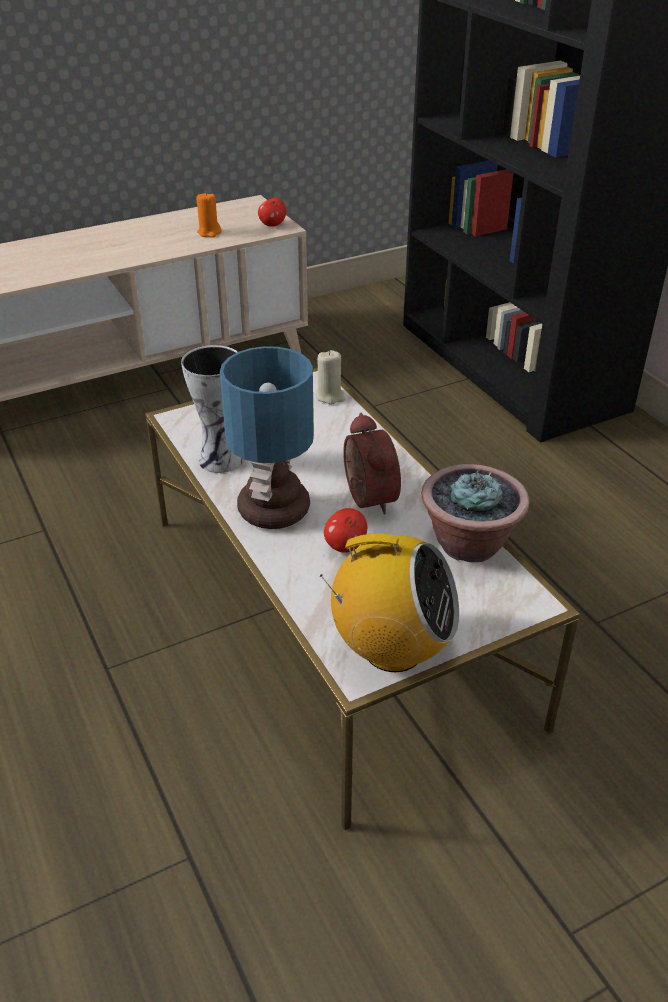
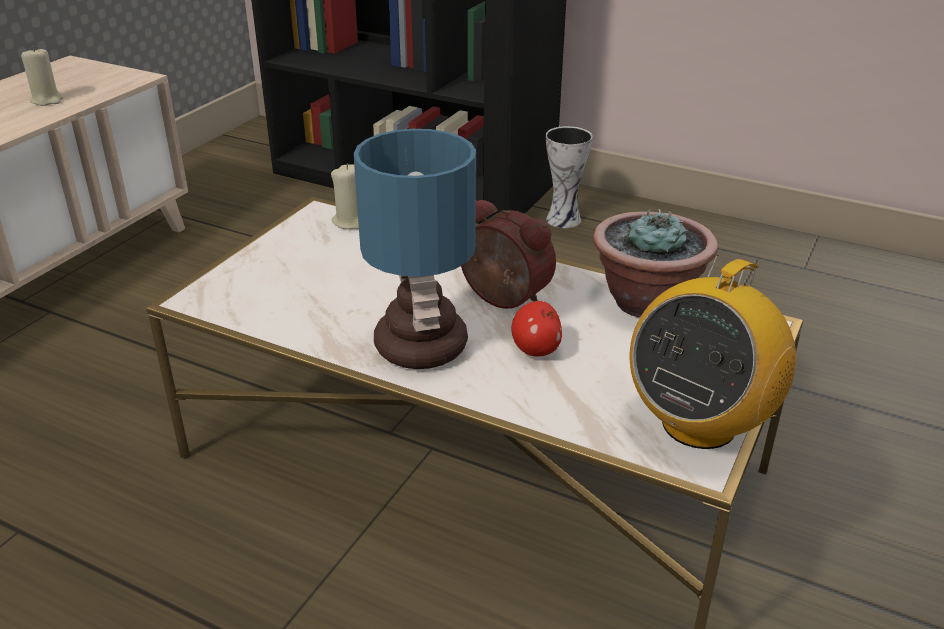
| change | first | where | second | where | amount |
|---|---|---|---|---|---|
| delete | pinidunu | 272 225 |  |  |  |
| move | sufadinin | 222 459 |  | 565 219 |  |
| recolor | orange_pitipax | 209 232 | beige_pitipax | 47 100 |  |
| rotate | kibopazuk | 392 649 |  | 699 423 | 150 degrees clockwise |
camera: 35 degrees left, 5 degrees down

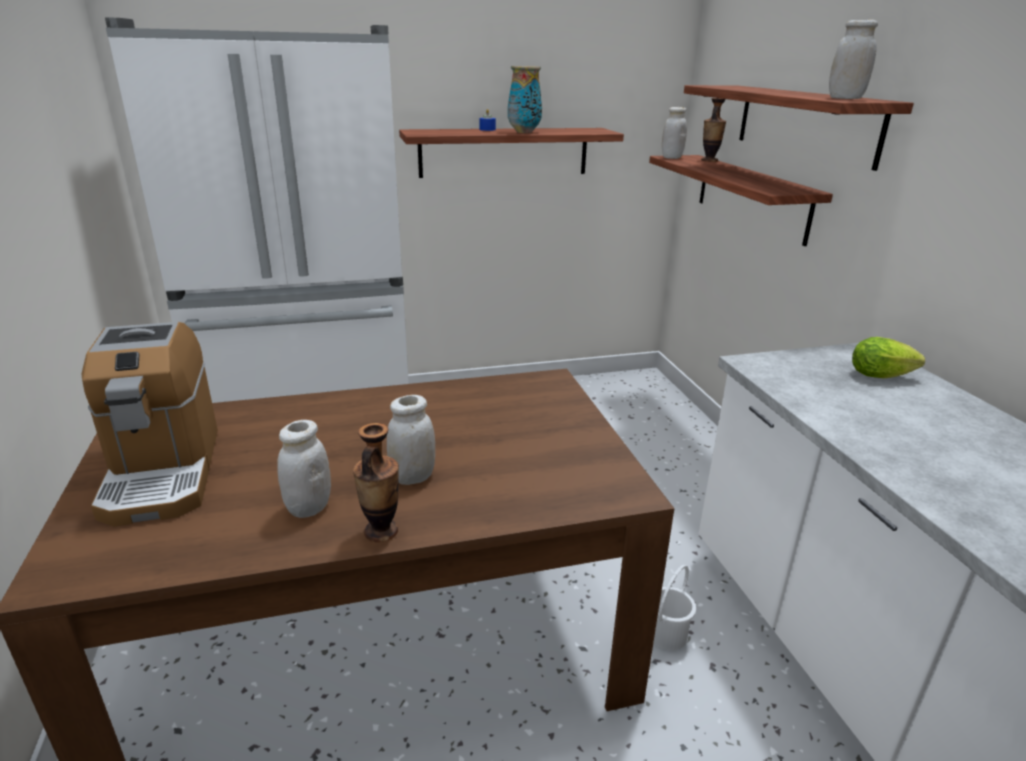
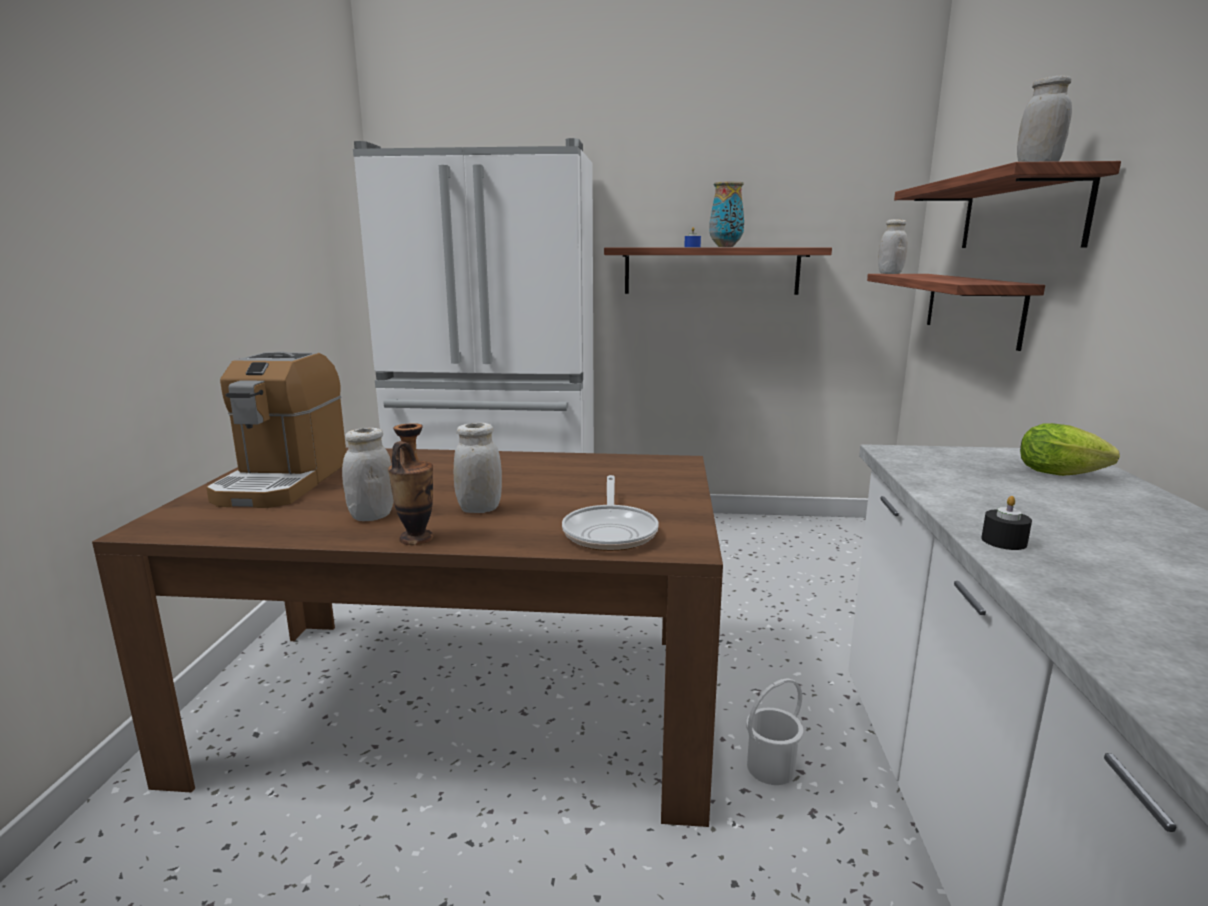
| change | first | where | second | where | amount |
|---|---|---|---|---|---|
| delete | sufadinin | 709 160 |  |  |  |
| insert |  |  | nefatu | 610 531 |  |
| insert |  |  | black_pitipax | 1004 541 |  |
camera: 20 degrees right, 10 degrees down

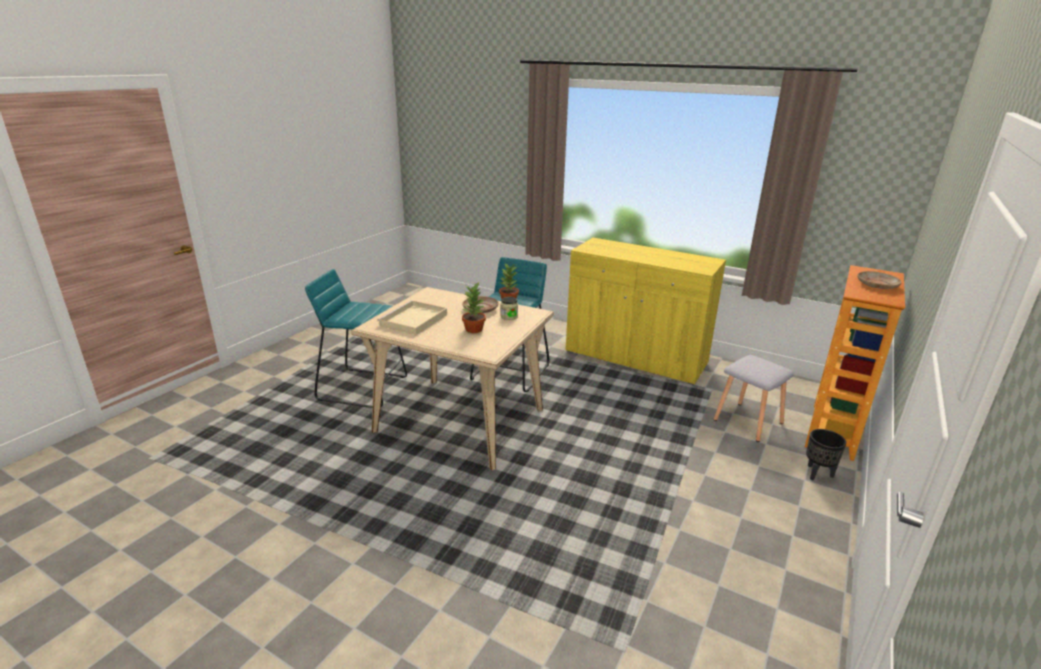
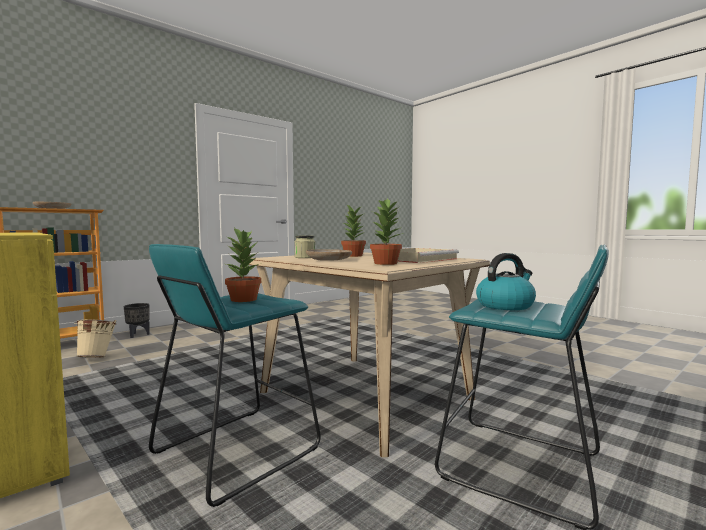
| change | first | where | second | where | amount |
|---|---|---|---|---|---|
| insert |  |  | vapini | 386 263 |  |
| insert |  |  | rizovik | 505 305 |  |
| replace | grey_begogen | 748 422 | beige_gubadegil | 97 358 |  |
camera: 160 degrees left, 20 degrees down

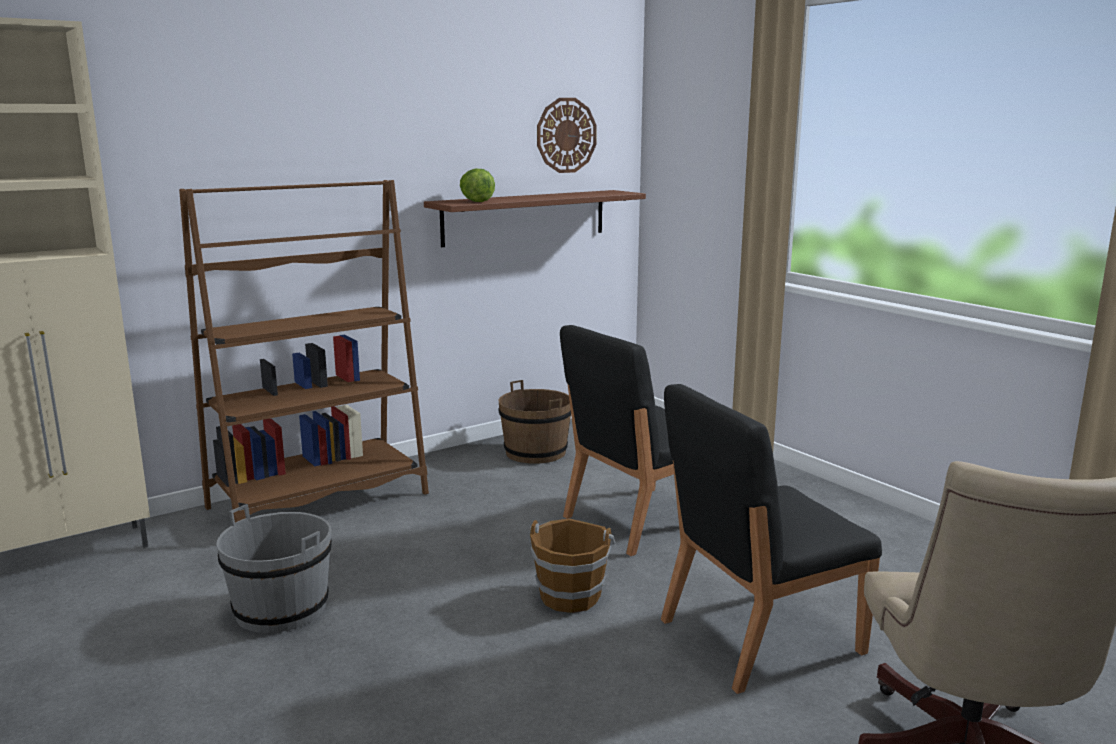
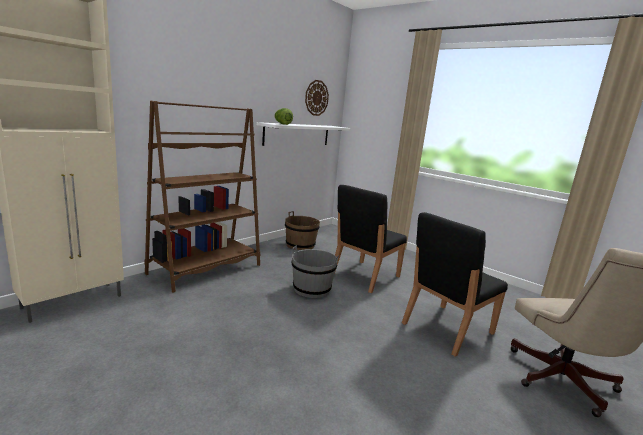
| change | first | where | second | where | amount |
|---|---|---|---|---|---|
| delete | brown_gubadegil | 570 595 |  |  |  |
| move | grey_gubadegil | 281 609 |  | 312 289 |  |
| recolor | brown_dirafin | 525 217 | white_dirafin | 297 134 |  |
camera: 15 degrees left, 0 degrees up

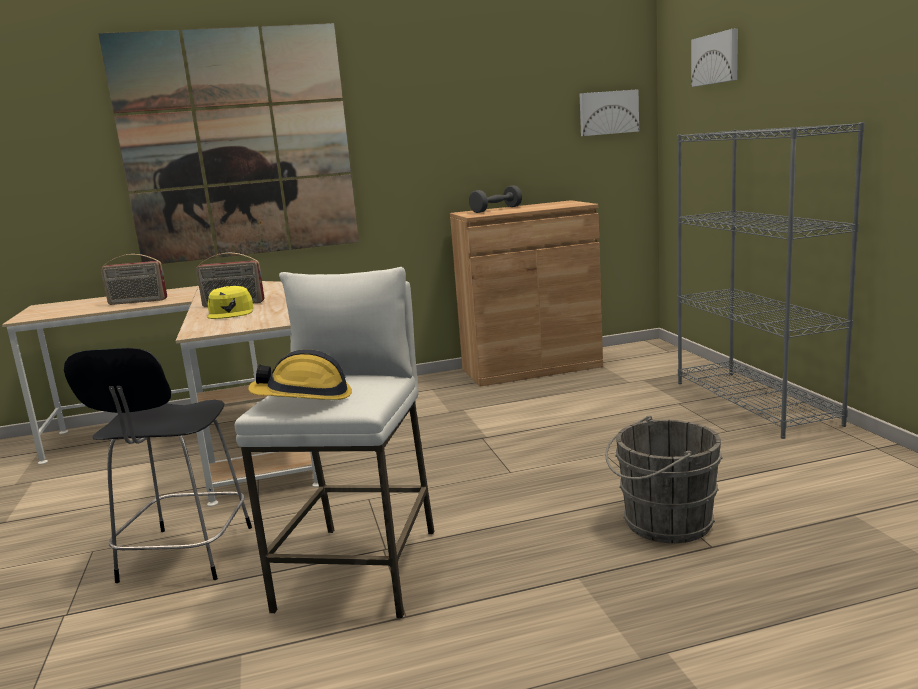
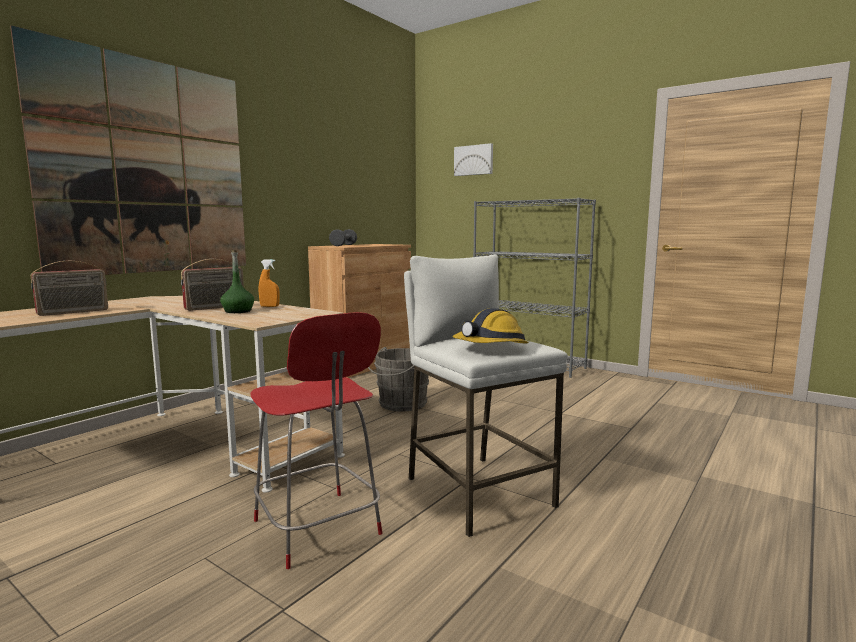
| change | first | where | second | where | amount |
|---|---|---|---|---|---|
| delete | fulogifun | 608 113 |  |  |  |
| insert |  |  | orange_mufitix | 269 306 |  |
| move | grey_gubadegil | 662 523 |  | 400 404 |  |
| replace | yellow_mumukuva | 231 312 | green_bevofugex | 238 311 |  |
| recolor | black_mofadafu | 184 556 | red_mofadafu | 318 529 |  |
camera: 40 degrees left, 5 degrees down

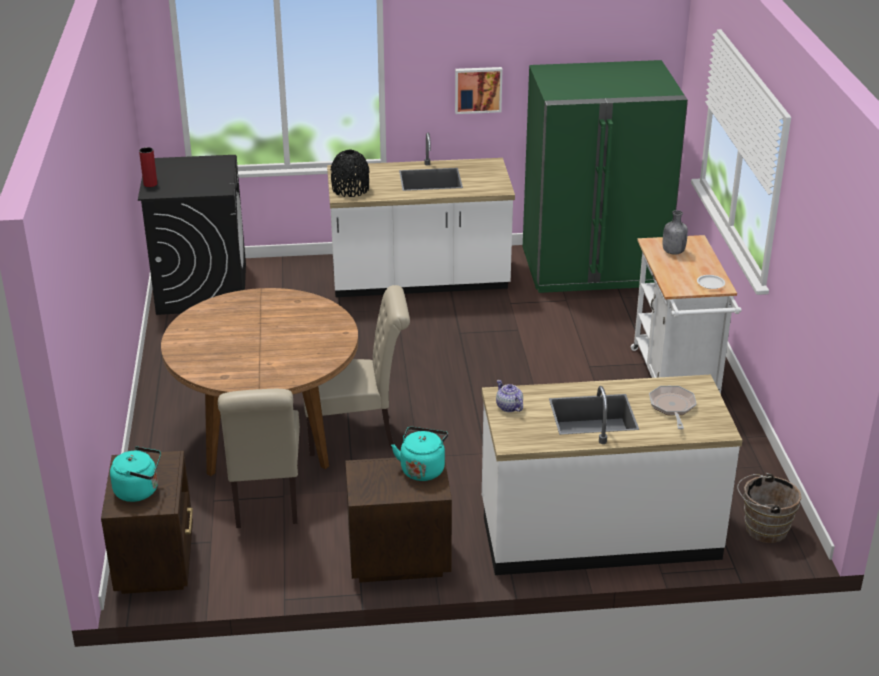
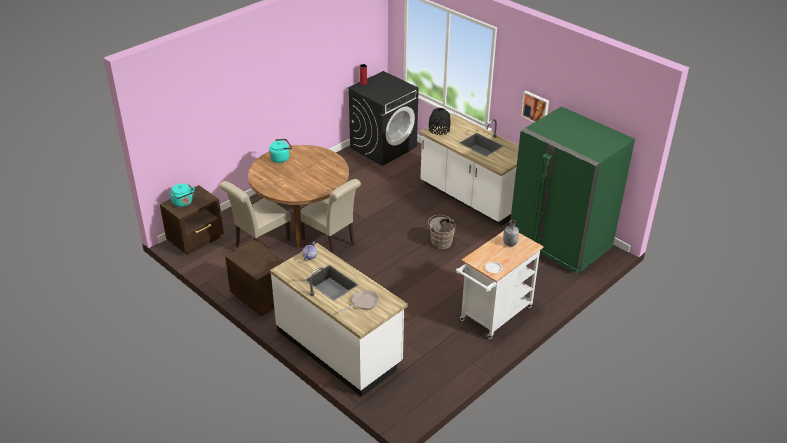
| change | first | where | second | where | amount |
|---|---|---|---|---|---|
| move | turquoise_rizovik | 422 469 |  | 281 158 |  |
| move | brown_gubadegil | 762 528 |  | 440 242 |  |
camera: 50 degrees right, 5 degrees up

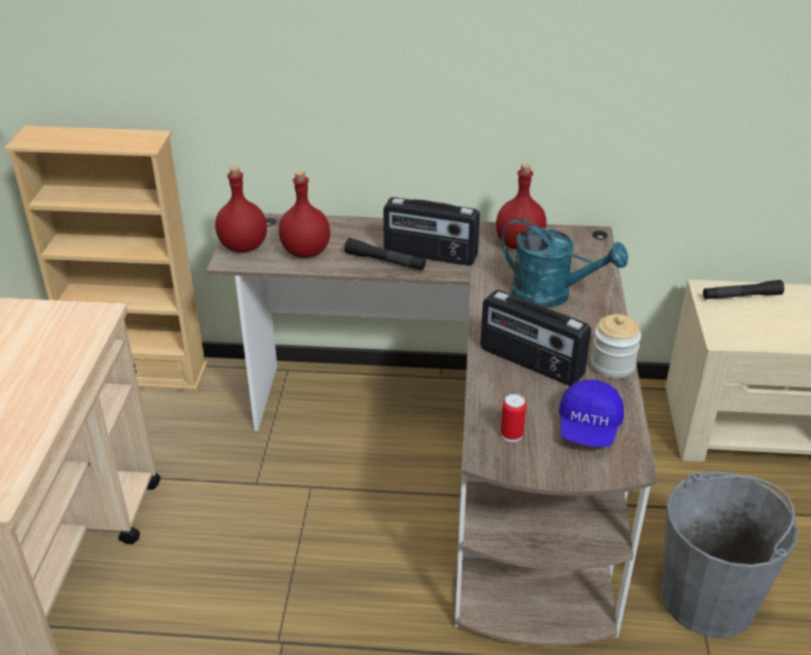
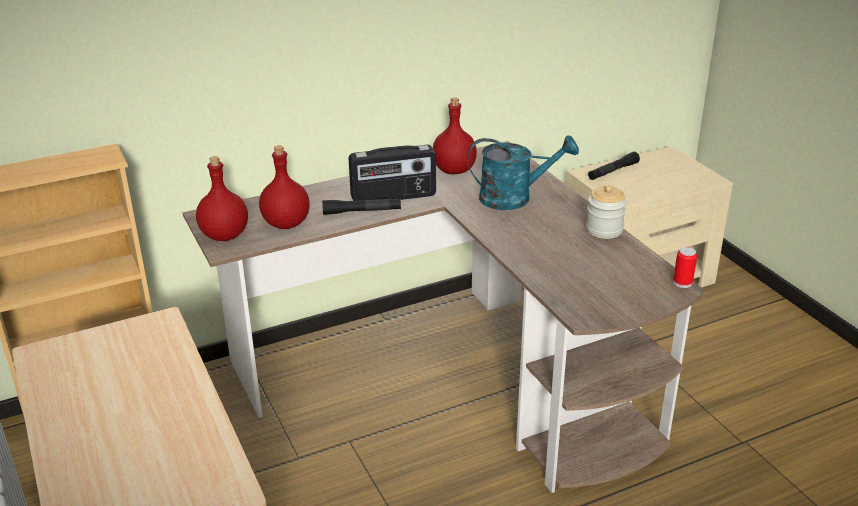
| change | first | where | second | where | amount |
|---|---|---|---|---|---|
| delete | kibopazuk | 530 363 |  |  |  |
| delete | blue_mumukuva | 588 428 |  |  |  |
| delete | grey_gubadegil | 708 598 |  |  |  |
| move | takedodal | 511 434 |  | 682 282 |  |
camera: 30 degrees left, 5 degrees down

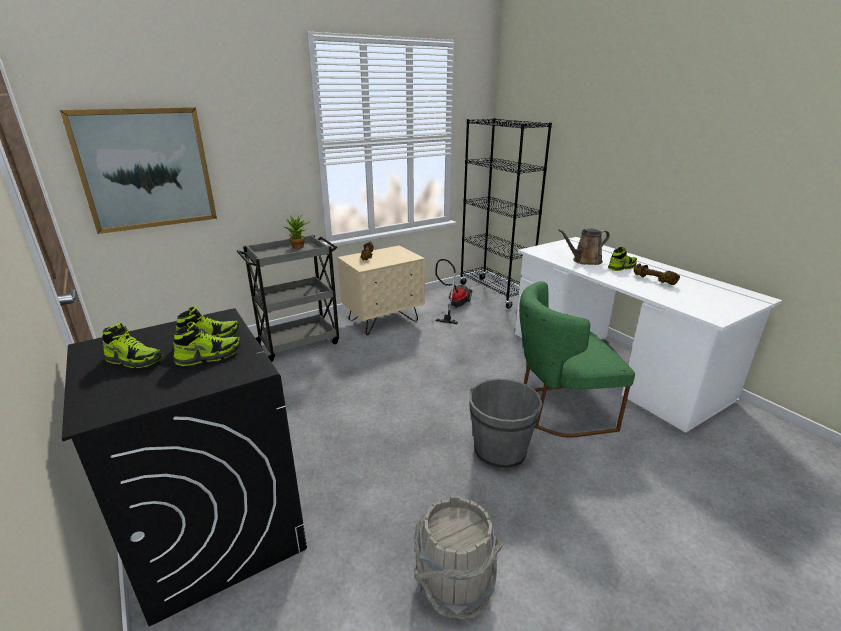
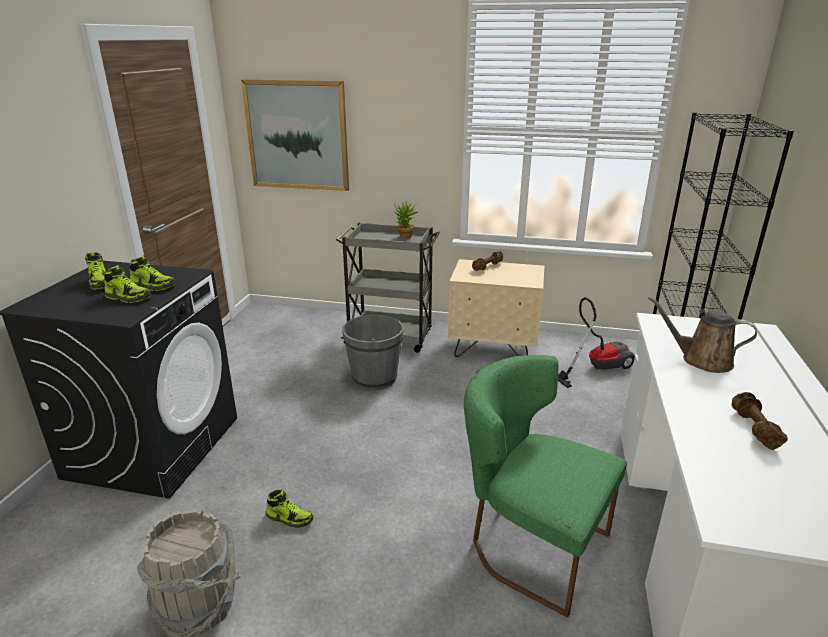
| change | first | where | second | where | amount |
|---|---|---|---|---|---|
| move | grey_gubadegil | 500 452 |  | 374 378 |  |
| move | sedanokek | 621 267 |  | 290 518 |  |
camera: 45 degrees right, 0 degrees up

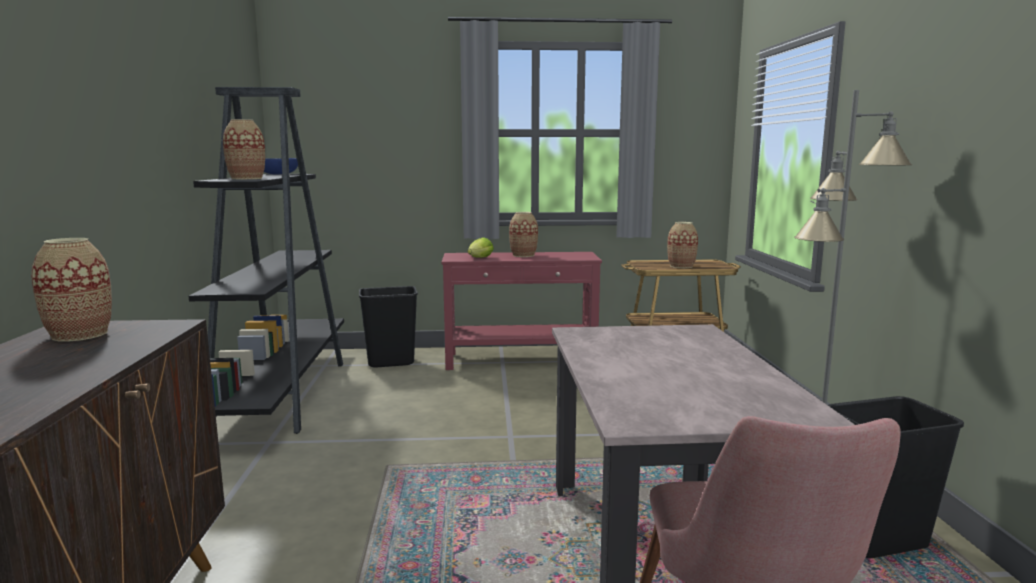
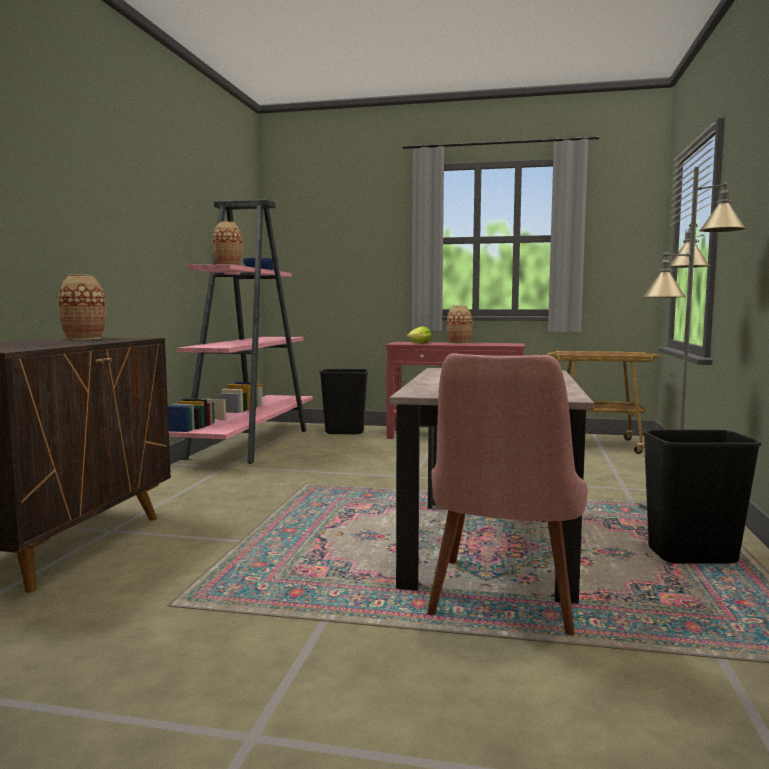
| change | first | where | second | where | amount |
|---|---|---|---|---|---|
| delete | sufadinin | 681 266 |  |  |  |
| recolor | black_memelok | 282 394 | pink_memelok | 251 443 |  |
camera: 15 degrees right, 5 degrees down

